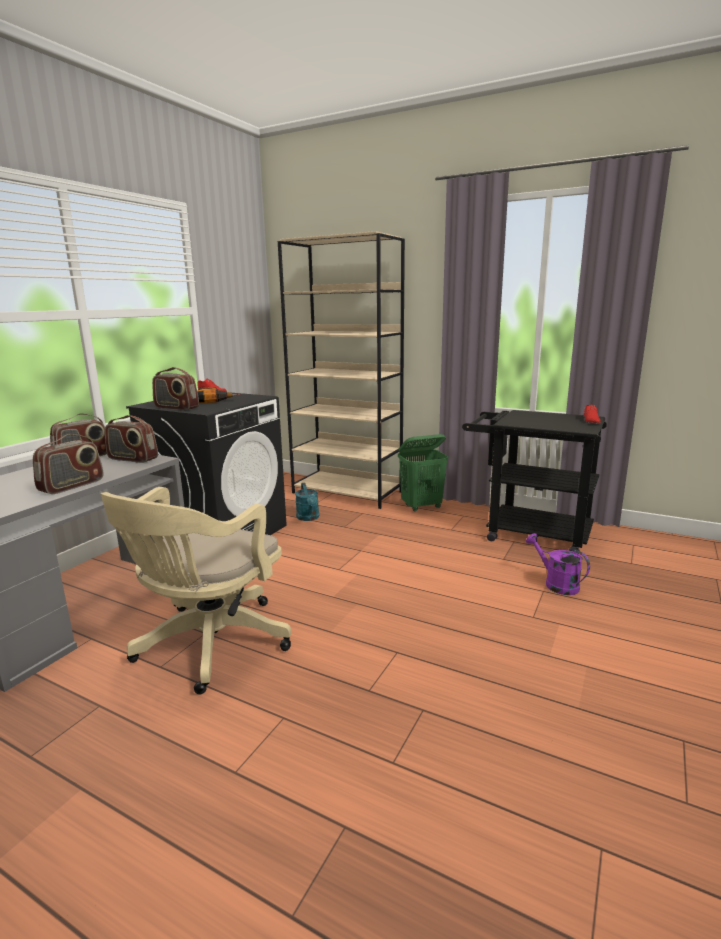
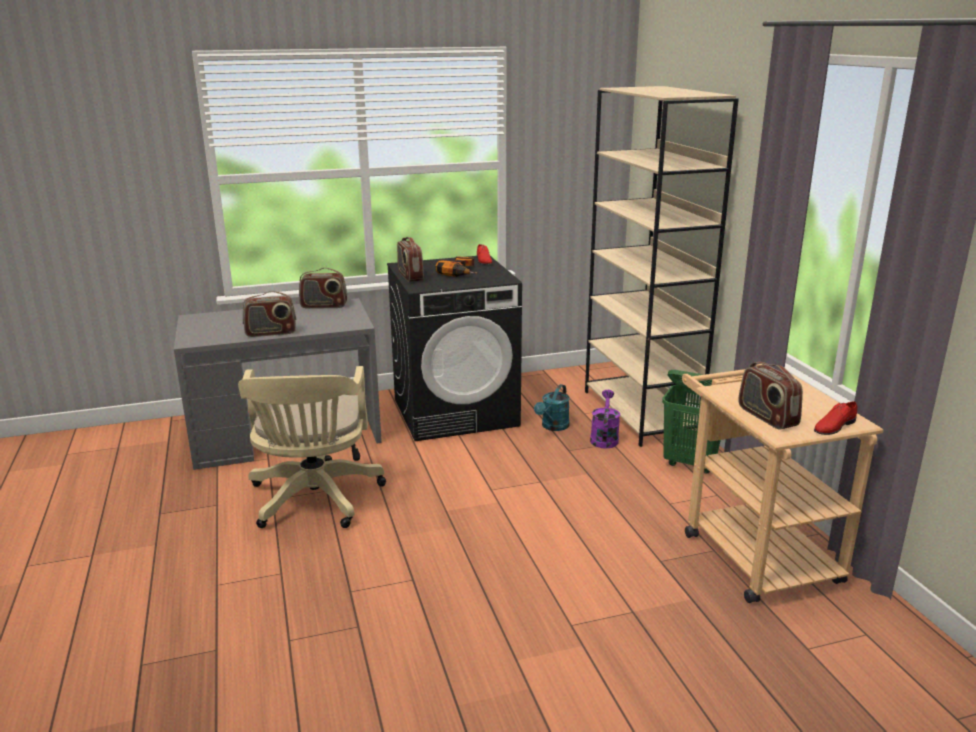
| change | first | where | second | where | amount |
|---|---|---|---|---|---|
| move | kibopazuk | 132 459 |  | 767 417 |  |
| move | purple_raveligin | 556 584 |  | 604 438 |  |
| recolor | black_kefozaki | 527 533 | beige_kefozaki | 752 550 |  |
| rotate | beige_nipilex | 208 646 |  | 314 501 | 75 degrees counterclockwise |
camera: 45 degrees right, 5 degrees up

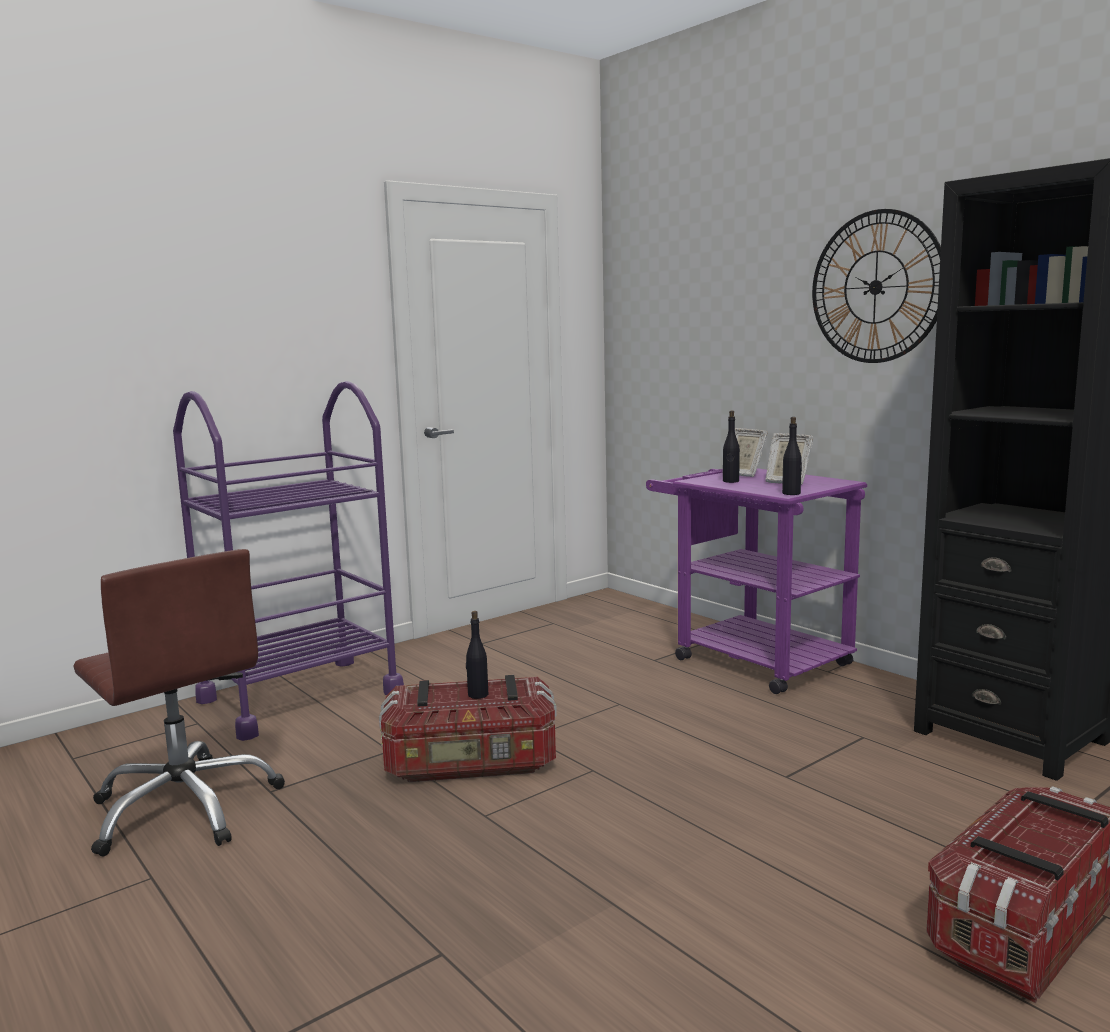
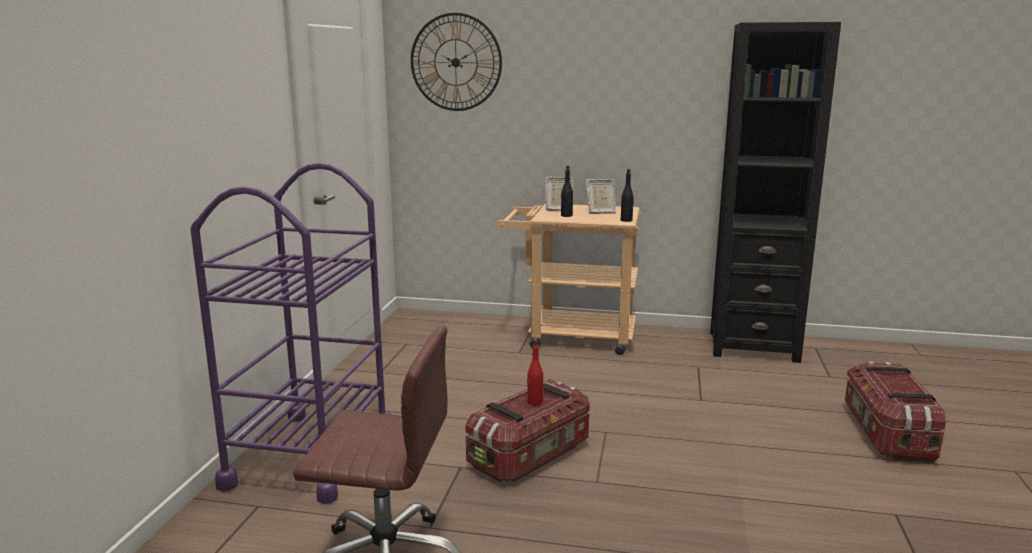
| change | first | where | second | where | amount |
|---|---|---|---|---|---|
| move | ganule | 876 287 |  | 456 62 |  |
| recolor | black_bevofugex | 477 695 | red_bevofugex | 534 402 |  |
| recolor | purple_kefozaki | 750 658 | beige_kefozaki | 570 336 |  |
camera: 40 degrees left, 5 degrees up

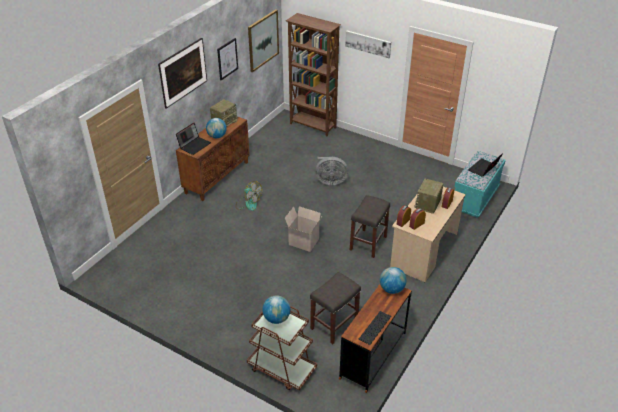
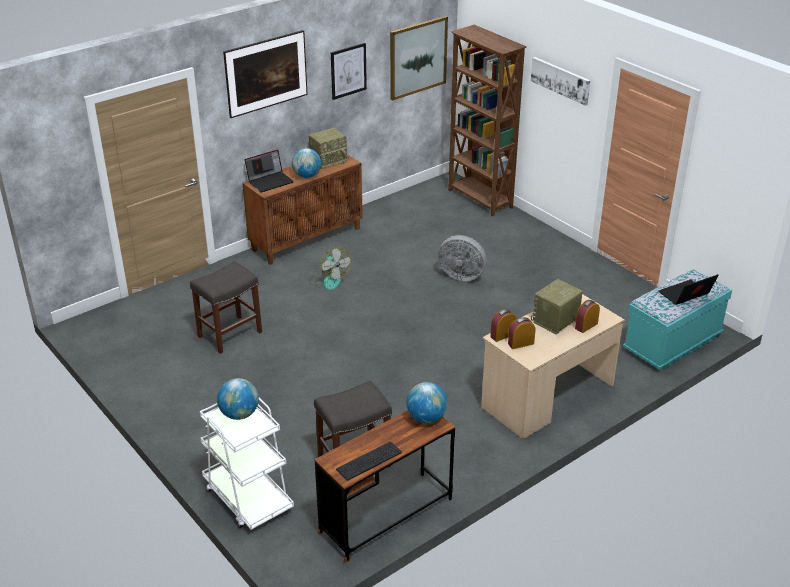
| change | first | where | second | where | amount |
|---|---|---|---|---|---|
| delete | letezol | 303 242 |  |  |  |
| move | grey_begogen | 368 243 |  | 230 334 |  |
| recolor | brown_kefozaki | 281 368 | white_kefozaki | 248 498 |  |
camera: 20 degrees right, 5 degrees down

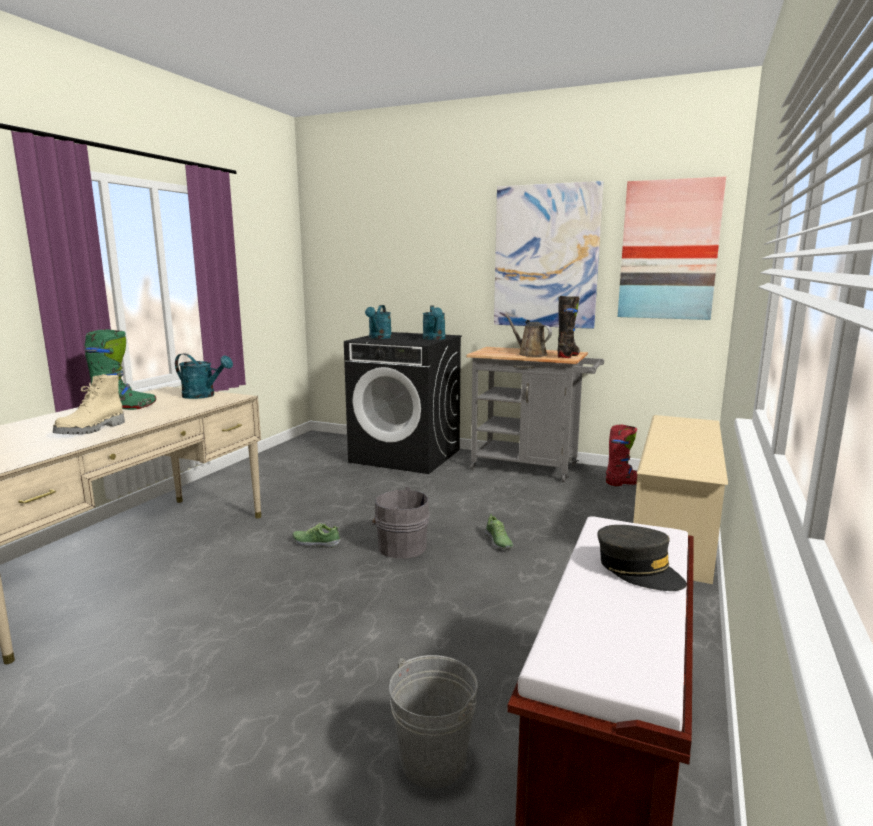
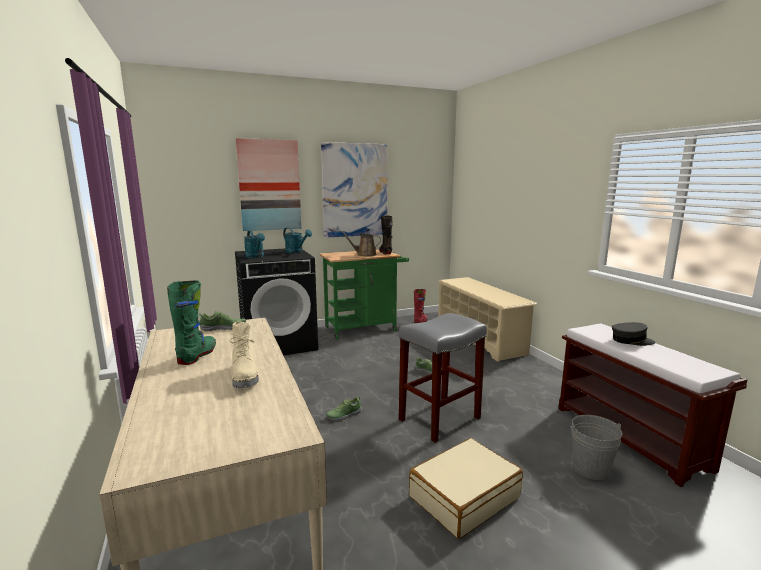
| change | first | where | second | where | amount |
|---|---|---|---|---|---|
| delete | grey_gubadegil | 400 547 |  |  |  |
| insert |  |  | grey_begogen | 440 418 |  |
| insert |  |  | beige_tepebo | 464 496 |  |
| move | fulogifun | 669 250 |  | 269 185 |  |
| replace | turquoise_raveligin | 203 396 | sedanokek | 223 328 |  |
| recolor | grey_kefozaki | 531 467 | green_kefozaki | 365 328 |  |
camera: 45 degrees left, 0 degrees up

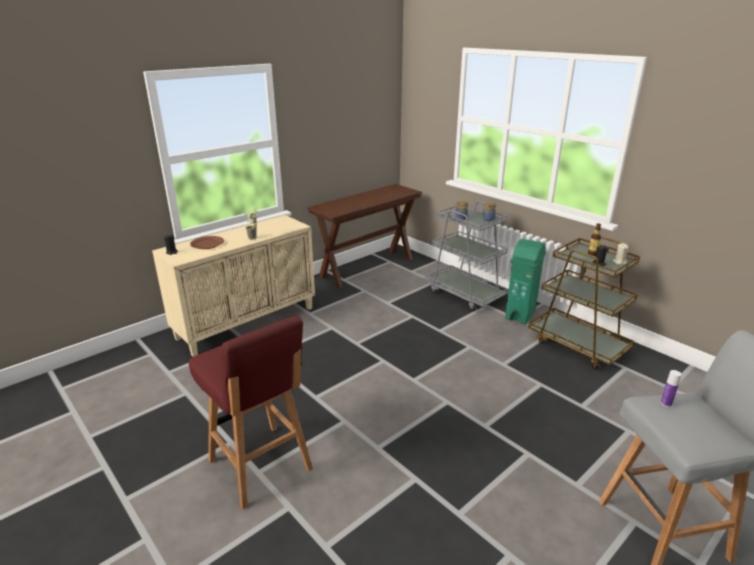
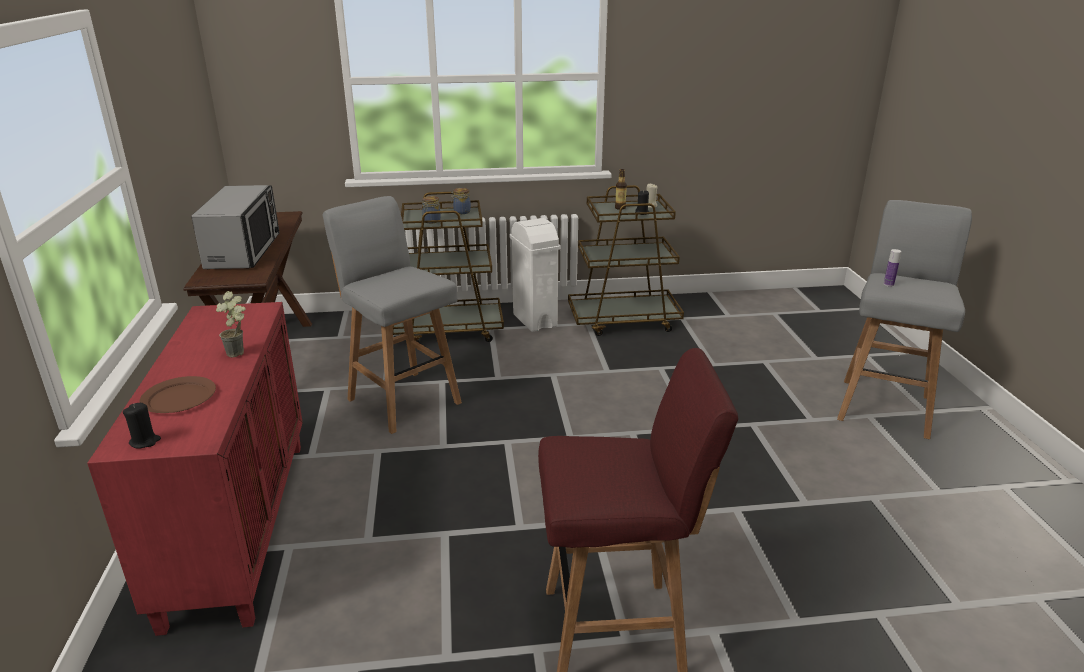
| change | first | where | second | where | amount |
|---|---|---|---|---|---|
| insert |  |  | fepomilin | 244 251 |  |
| insert |  |  | grey_begogen | 403 400 |  |
| recolor | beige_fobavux | 247 322 | red_fobavux | 238 526 |  |
| recolor | grey_kefozaki | 465 294 | brown_kefozaki | 449 330 |  |
| recolor | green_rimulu | 520 314 | white_rimulu | 535 320 |  |
camera: 55 degrees left, 0 degrees up

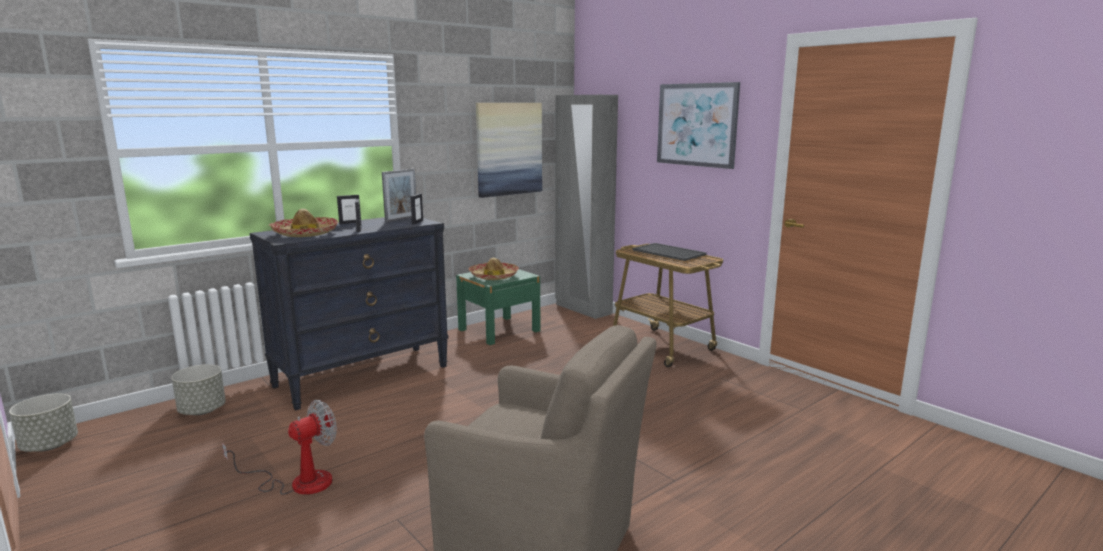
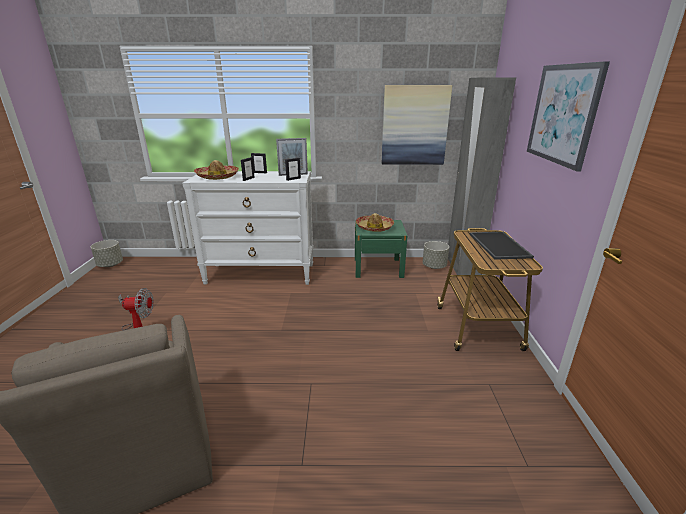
| change | first | where | second | where | amount |
|---|---|---|---|---|---|
| move | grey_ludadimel | 202 410 |  | 434 266 |  |
| recolor | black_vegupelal | 363 375 | white_vegupelal | 261 274 |  |
camera: 40 degrees right, 10 degrees up

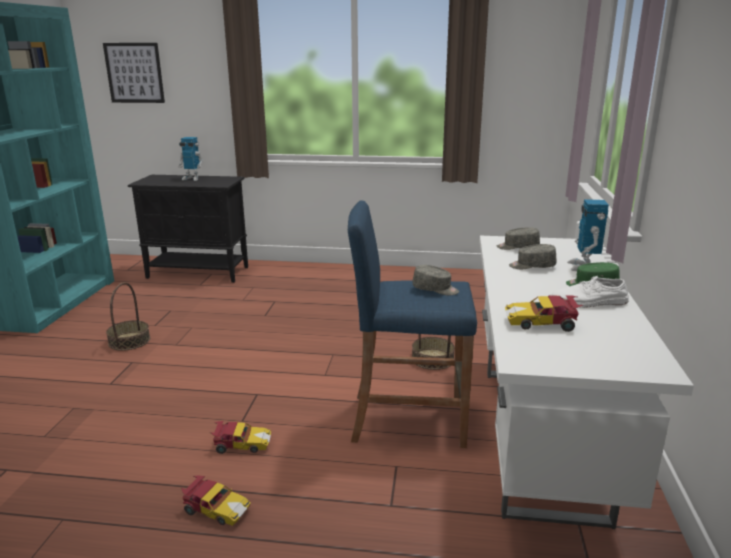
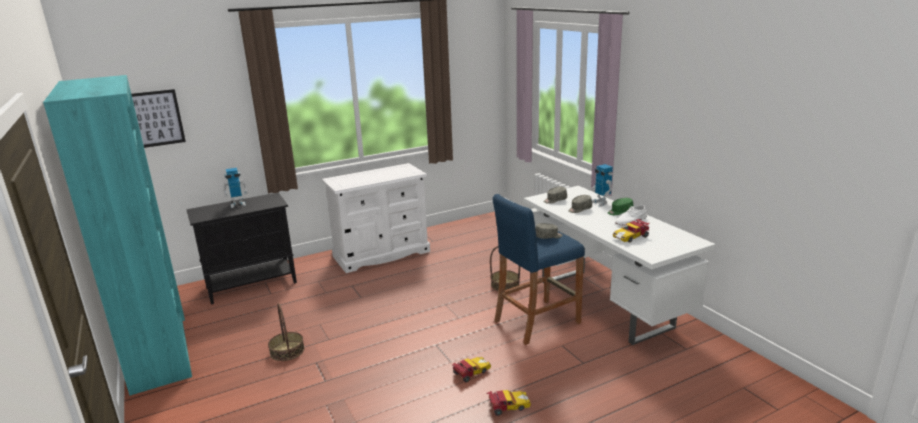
| change | first | where | second | where | amount |
|---|---|---|---|---|---|
| insert |  |  | white_vegupelal | 381 254 |  |
camera: 35 degrees left, 0 degrees up

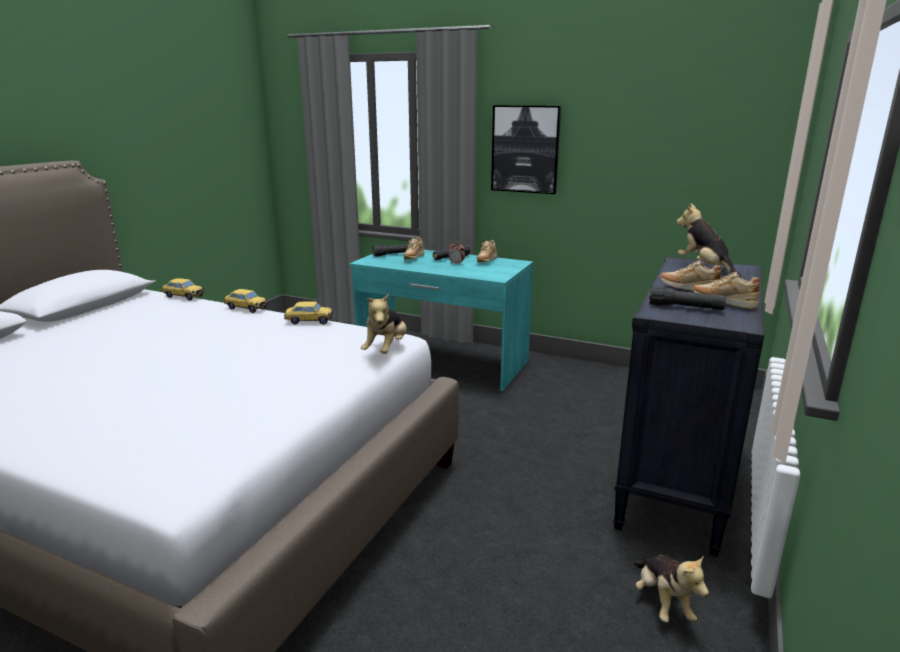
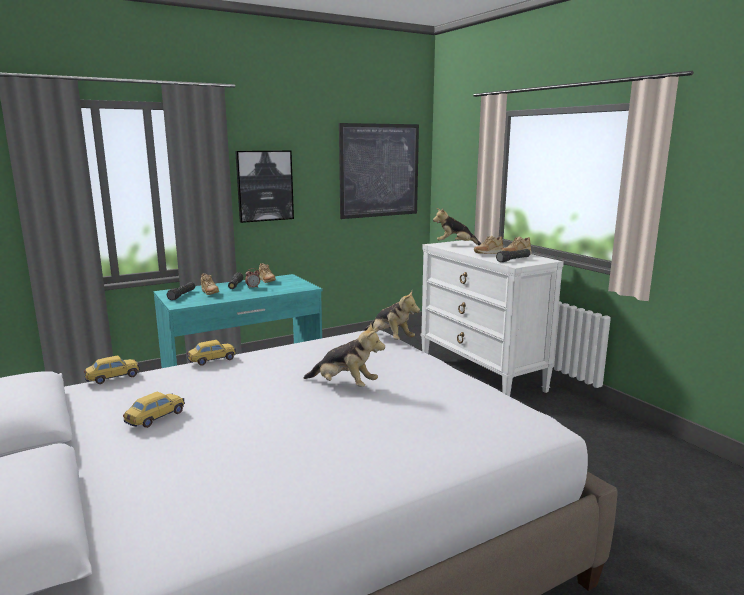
| change | first | where | second | where | amount |
|---|---|---|---|---|---|
| insert |  |  | fulogifun | 379 170 |  |
| move | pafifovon | 309 321 |  | 155 418 |  |
| move | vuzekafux | 662 602 |  | 344 385 |  |
| recolor | black_vegupelal | 677 480 | white_vegupelal | 481 374 |  |
camera: 55 degrees left, 5 degrees down

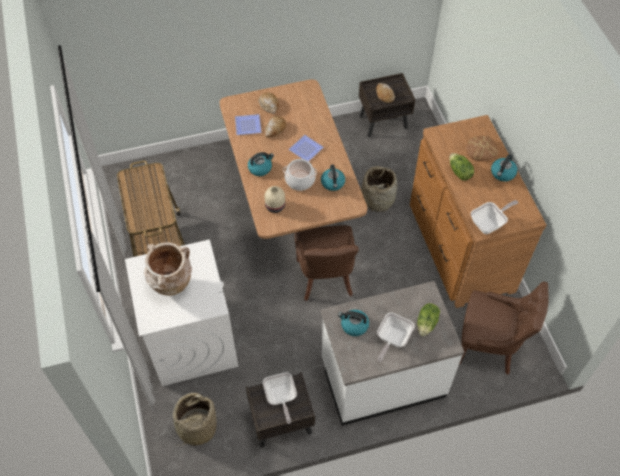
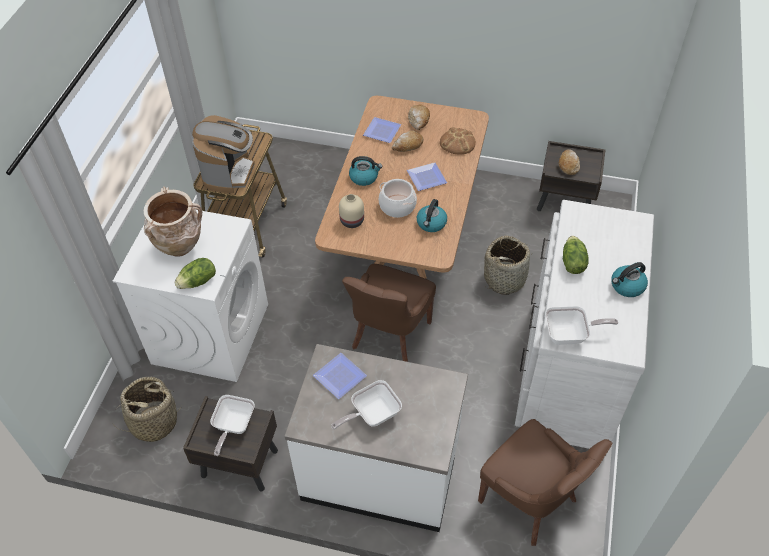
| change | first | where | second | where | amount |
|---|---|---|---|---|---|
| insert |  |  | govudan | 229 173 |  |
| move | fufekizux | 427 323 |  | 198 281 |  |
| move | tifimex | 481 149 |  | 457 143 |  |
| replace | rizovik | 354 325 | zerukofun | 339 378 |  |
| recolor | brown_vegupelal | 459 247 | white_vegupelal | 566 372 |  |
camera: 30 degrees right, 5 degrees down

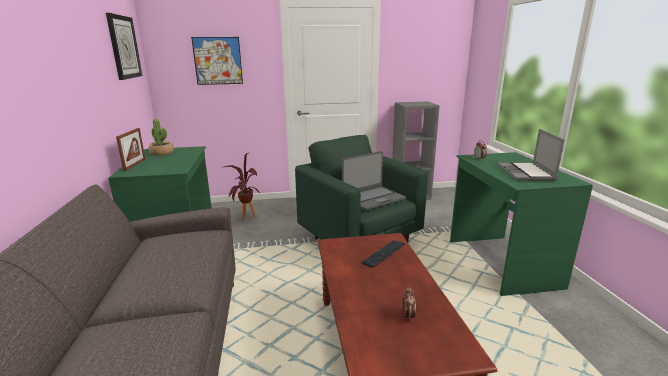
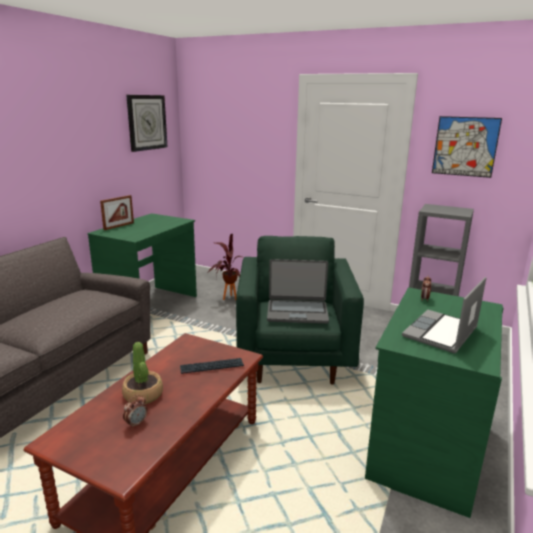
| change | first | where | second | where | amount |
|---|---|---|---|---|---|
| move | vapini | 162 153 |  | 143 394 |  |
| move | fulogifun | 218 61 |  | 465 146 |  |
camera: 35 degrees right, 0 degrees up

